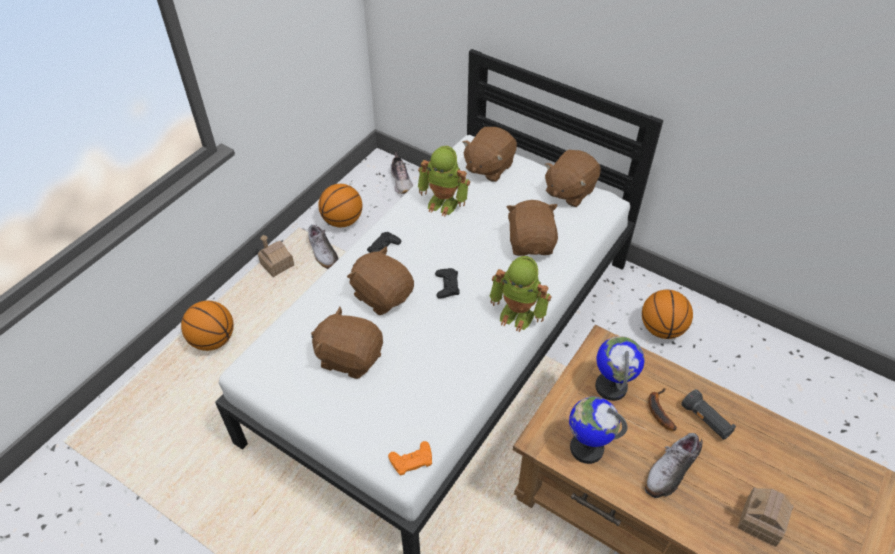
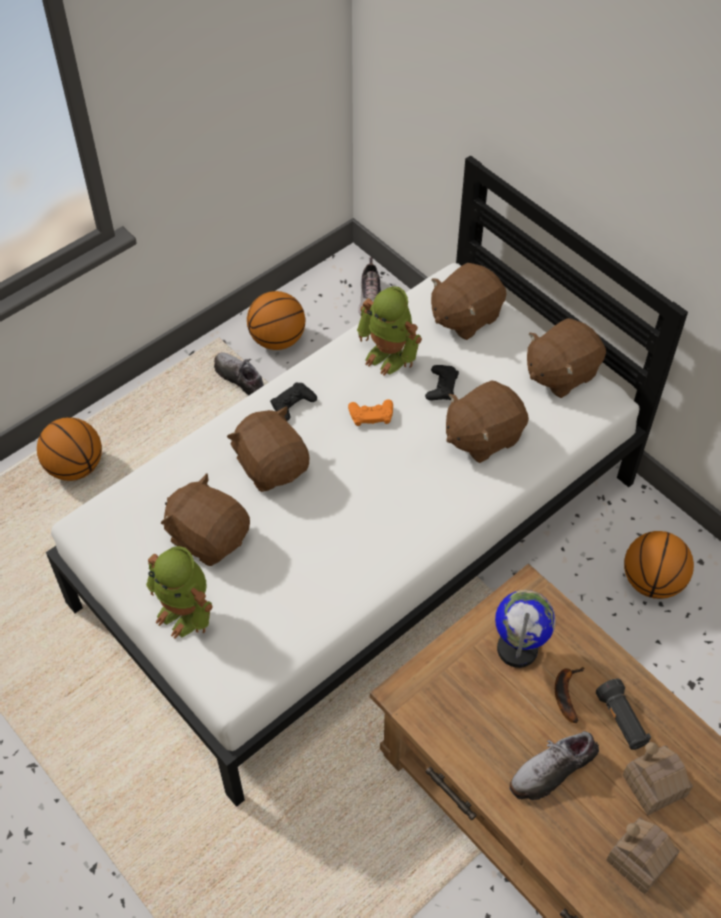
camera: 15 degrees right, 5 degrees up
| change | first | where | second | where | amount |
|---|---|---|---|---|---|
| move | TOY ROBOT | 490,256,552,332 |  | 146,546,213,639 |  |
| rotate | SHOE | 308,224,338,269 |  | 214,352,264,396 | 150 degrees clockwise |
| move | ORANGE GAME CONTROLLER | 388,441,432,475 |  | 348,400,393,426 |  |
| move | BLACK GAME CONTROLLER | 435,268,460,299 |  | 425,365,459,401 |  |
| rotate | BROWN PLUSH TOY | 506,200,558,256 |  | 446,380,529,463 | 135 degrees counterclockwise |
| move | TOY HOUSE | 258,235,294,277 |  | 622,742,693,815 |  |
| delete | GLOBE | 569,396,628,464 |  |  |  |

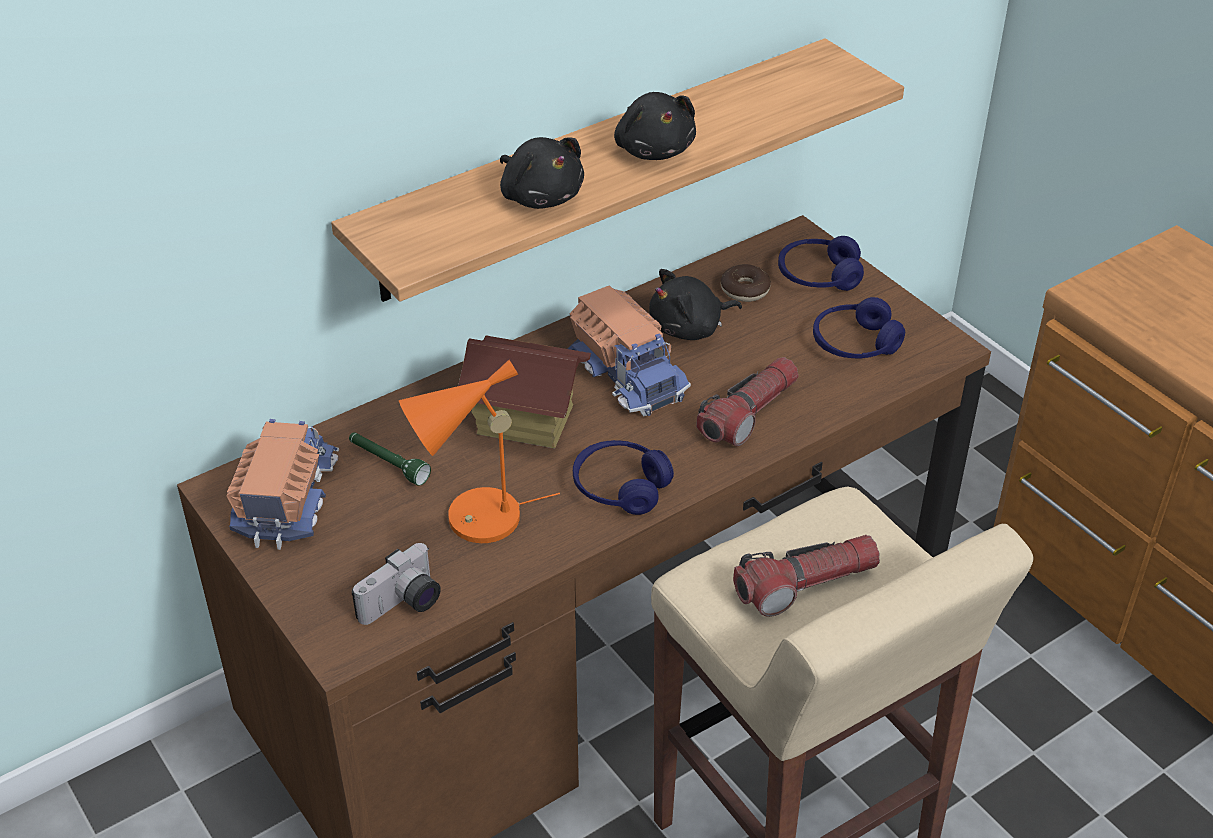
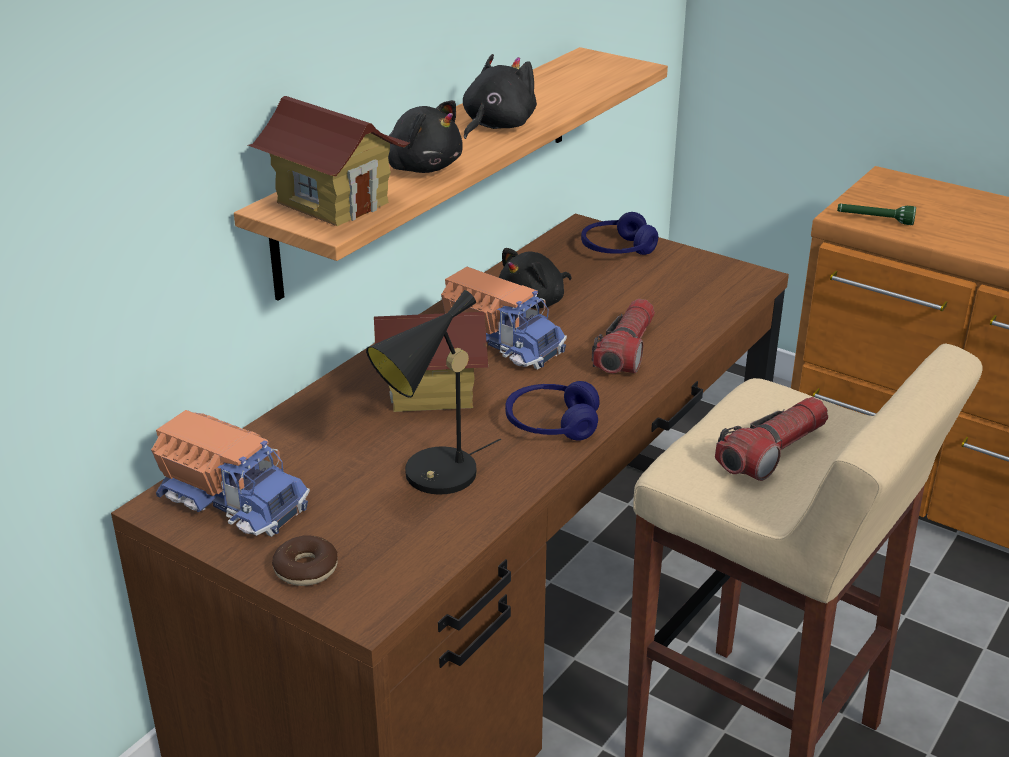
camera: 20 degrees left, 10 degrees down
| change | first | where | second | where | amount |
|---|---|---|---|---|---|
| rotate | TOY TRUCK | 227,419,339,550 |  | 151,410,310,537 | 135 degrees clockwise |
| insert |  |  | TOY HOUSE | 248,96,409,226 |  |
| move | DONUT | 721,264,771,302 |  | 272,535,338,586 |  |
| recolor | ORANGE TABLE LAMP | 399,360,560,543 | BLACK TABLE LAMP | 366,290,501,495 |  |
| rotate | BLACK PLUSH TOY | 614,92,696,160 |  | 463,54,537,139 | 105 degrees counterclockwise |
| move | GREEN FLASHLIGHT | 349,432,431,486 |  | 837,204,916,225 |  |
| delete | PHOTO CAMERA | 352,543,441,625 |  |  |  |
| delete | BLUE HEADPHONES | 813,297,905,358 |  |  |  |

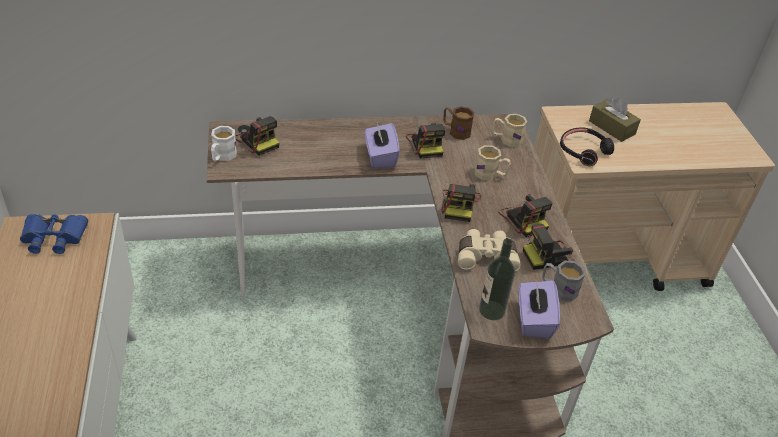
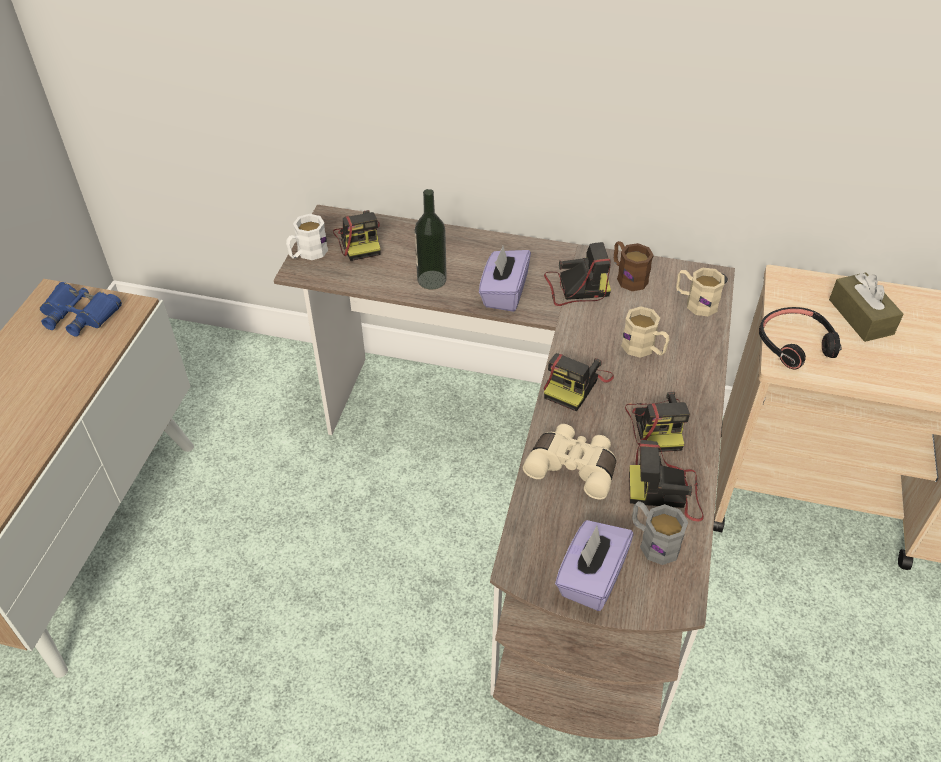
camera: 25 degrees right, 5 degrees up
| change | first | where | second | where | amount |
|---|---|---|---|---|---|
| move | BOTTLE | 479,238,515,320 |  | 414,189,447,290 |  |
| rotate | PHOTO CAMERA | 406,123,445,159 |  | 544,242,611,306 | 105 degrees counterclockwise |

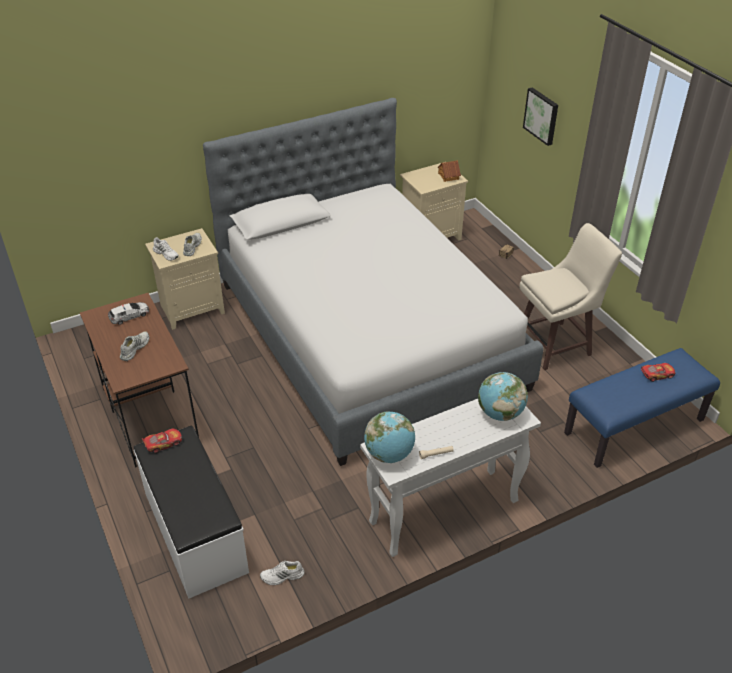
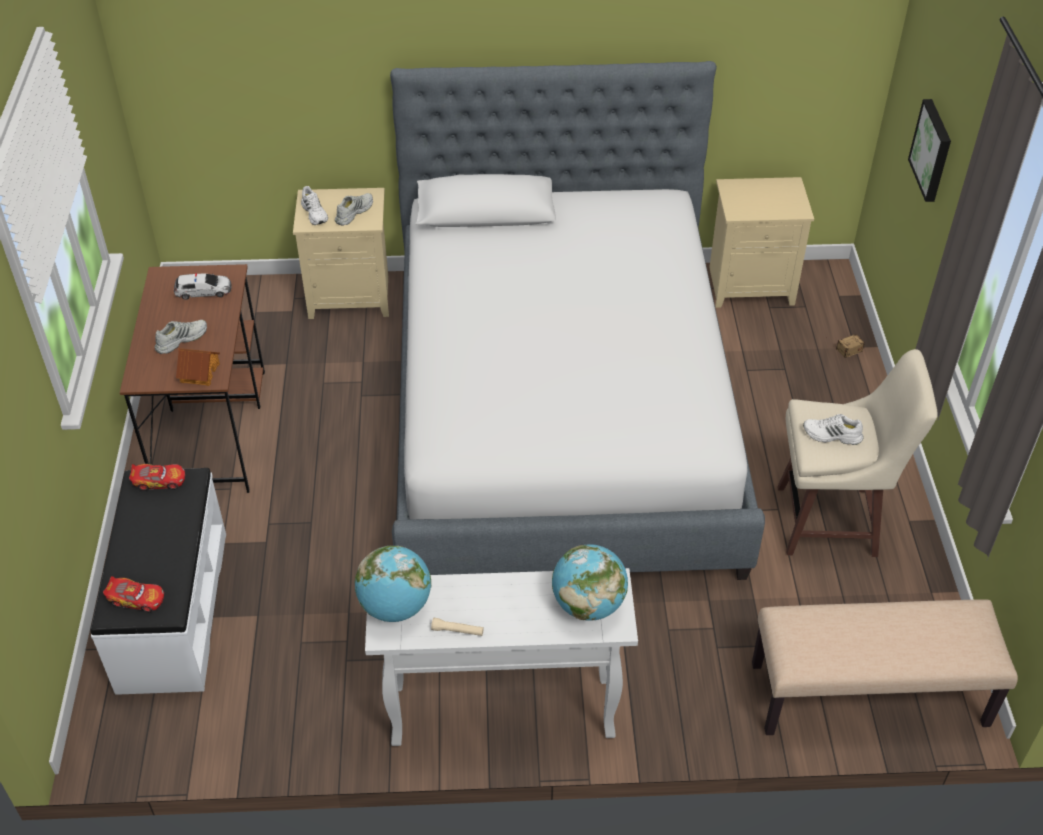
camera: 25 degrees right, 5 degrees up
| change | first | where | second | where | amount |
|---|---|---|---|---|---|
| move | TOY CAR | 641,363,676,382 |  | 103,576,164,612 |  |
| move | TOY HOUSE | 438,160,461,182 |  | 176,348,220,386 |  |
| recolor | BLUE BENCH | 564,348,720,468 | BEIGE BENCH | 752,599,1018,735 |  |
| move | WHITE SHOE | 260,561,305,585 |  | 803,414,864,445 |  |

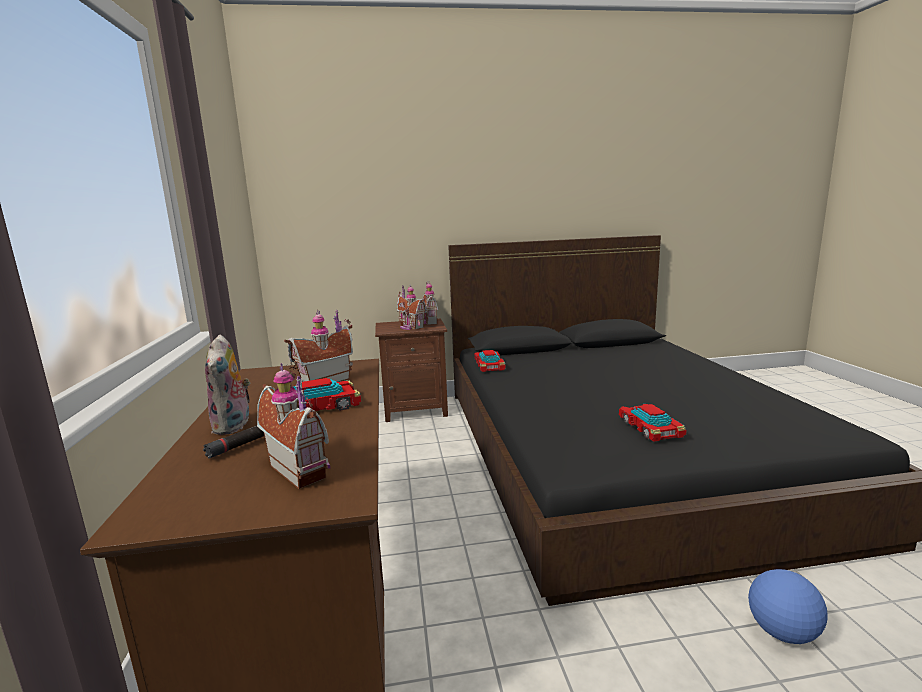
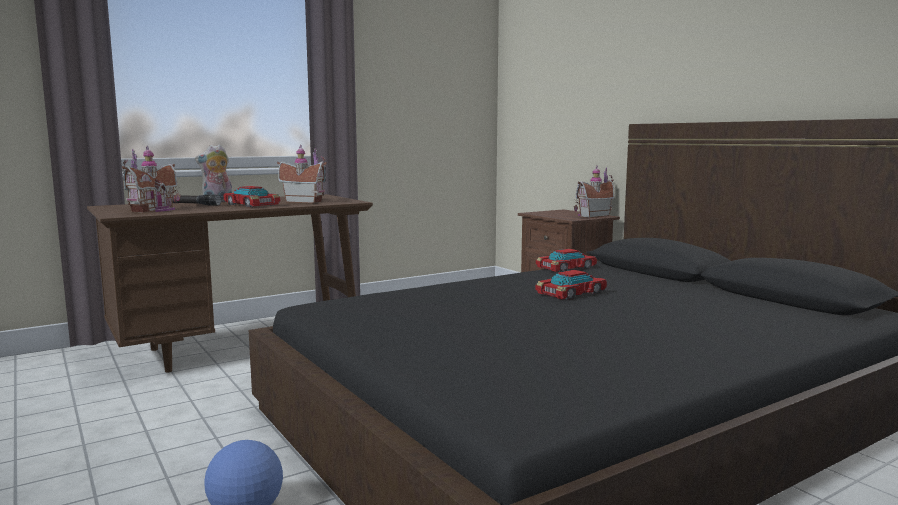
camera: 65 degrees right, 5 degrees down
| change | first | where | second | where | amount |
|---|---|---|---|---|---|
| move | TOY CAR | 619,404,687,442 |  | 535,270,607,300 |  |
| delete | TOY HOUSE | 397,284,427,330 |  |  |  |

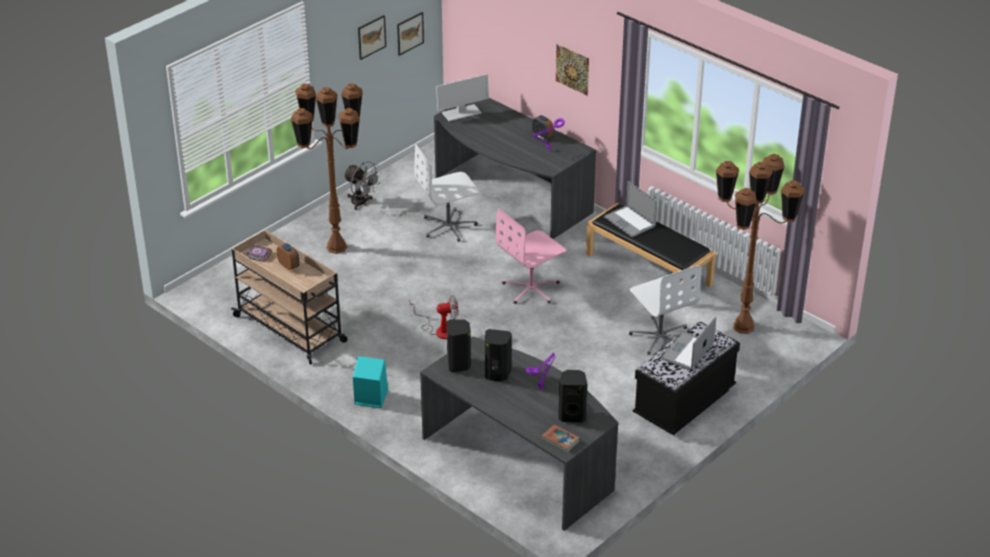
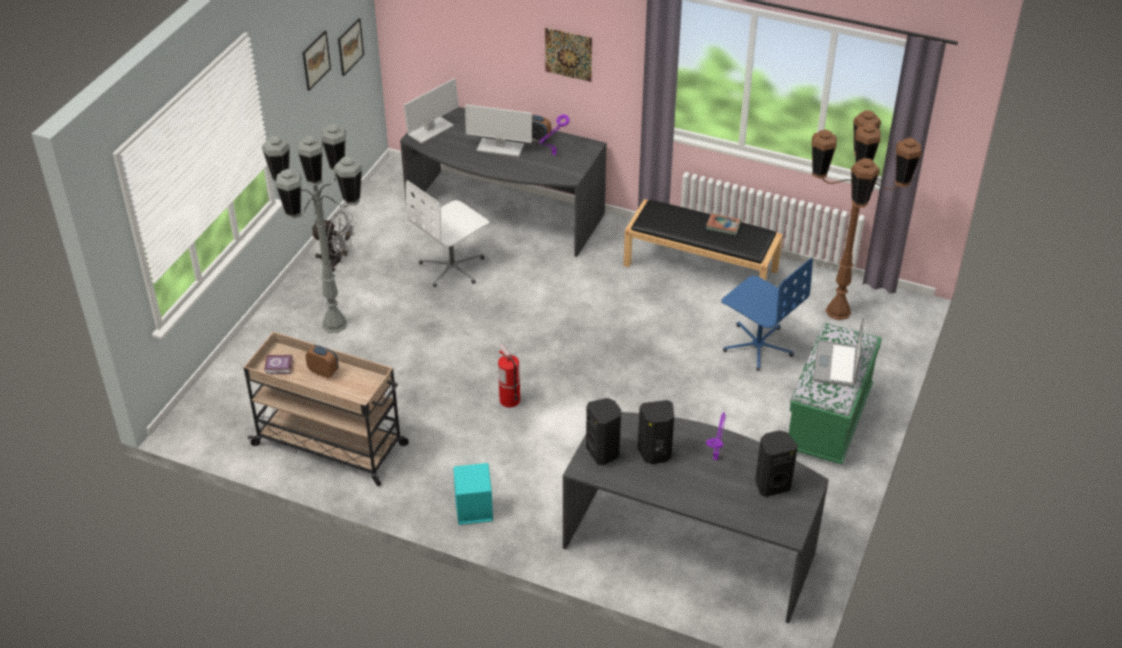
camera: 20 degrees left, 5 degrees up
| change | first | where | second | where | amount |
|---|---|---|---|---|---|
| recolor | BROWN FLOOR LAMP | 291,83,363,254 | GREY FLOOR LAMP | 262,124,363,333 |  |
| insert |  |  | MONITOR | 465,104,532,157 |  |
| replace | FAN | 410,295,459,339 | FIRE EXTINGUISHER | 498,344,520,408 |  |
| move | BOOK | 542,424,580,453 |  | 706,213,741,235 |  |
| recolor | WHITE OFFICE CHAIR | 629,265,701,355 | BLUE OFFICE CHAIR | 721,258,813,371 |  |
| recolor | BLACK BENCH | 633,322,740,435 | GREEN BENCH | 789,323,882,464 |  |
| delete | PINK OFFICE CHAIR | 496,209,566,304 |  |  |  |
| delete | LAPTOP | 604,181,657,237 |  |  |  |

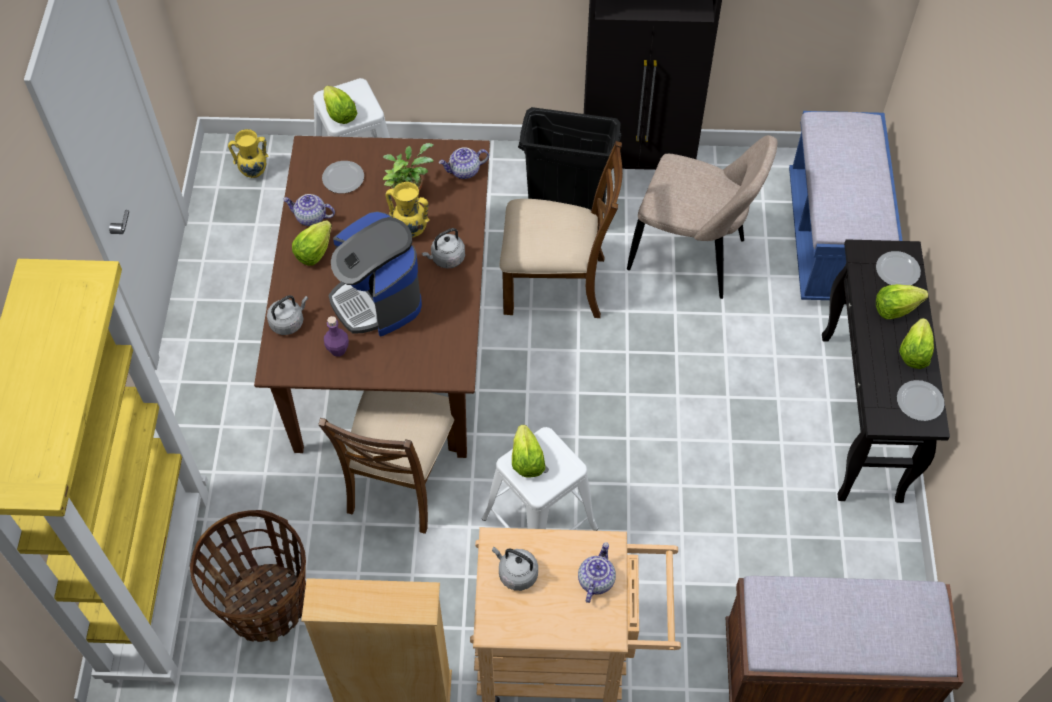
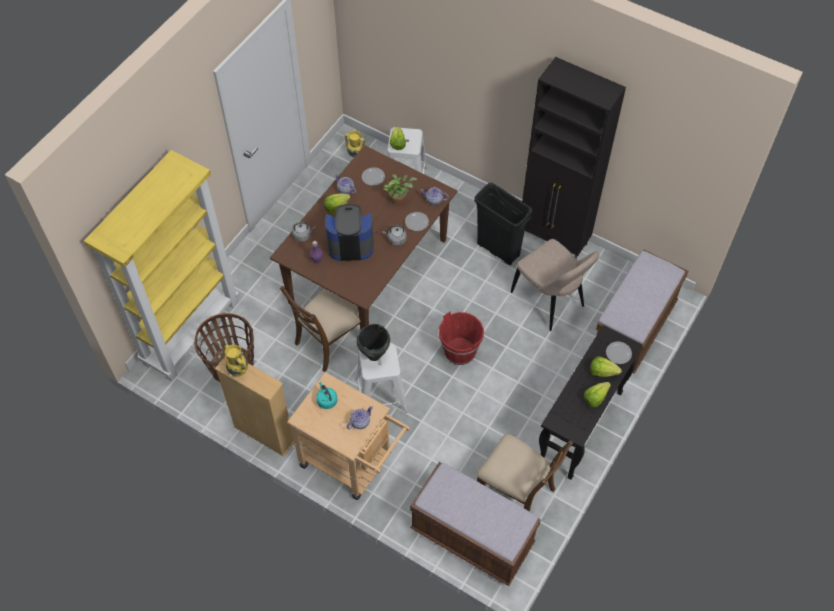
camera: 30 degrees right, 0 degrees up
| change | first | where | second | where | amount |
|---|---|---|---|---|---|
| move | YELLOW VASE | 385,182,430,238 |  | 224,344,248,376 |  |
| recolor | GREY KETTLE | 492,547,538,591 | TURQUOISE KETTLE | 316,382,337,409 |  |
| rotate | COFFEE MACHINE | 328,211,422,337 |  | 325,204,374,261 | 90 degrees clockwise |
| replace | LETTUCE | 512,425,545,477 | BLACK COOKING POT | 357,324,390,361 |  |
| move | PLATE | 897,380,944,421 |  | 405,212,429,231 |  |
| insert |  |  | RED BUCKET | 439,311,484,365 |  |
| move | BROWN CHAIR | 500,141,623,318 |  | 477,434,573,512 |  |
| recolor | BLUE BENCH | 789,111,903,300 | BROWN BENCH | 596,250,688,374 |  |

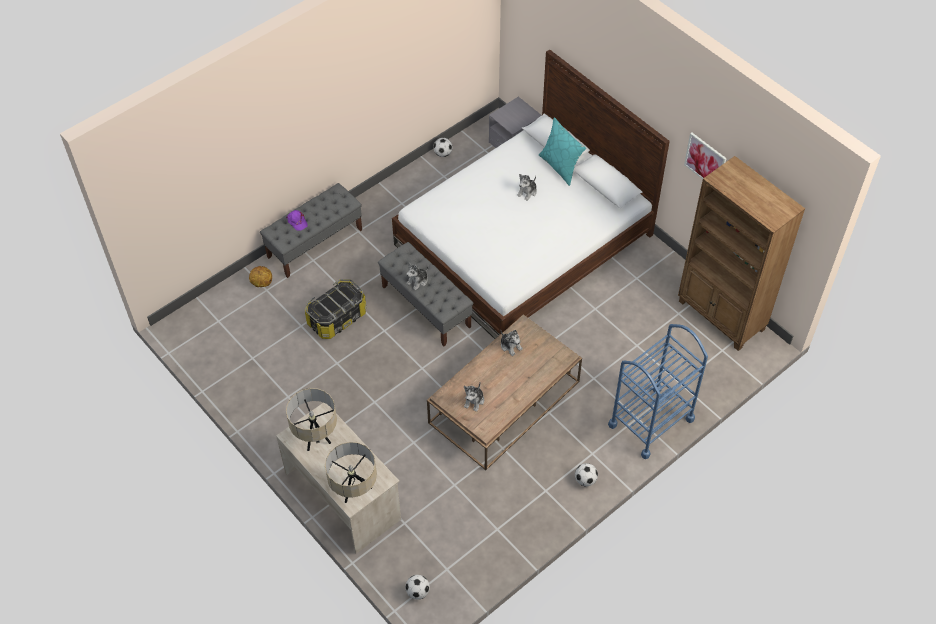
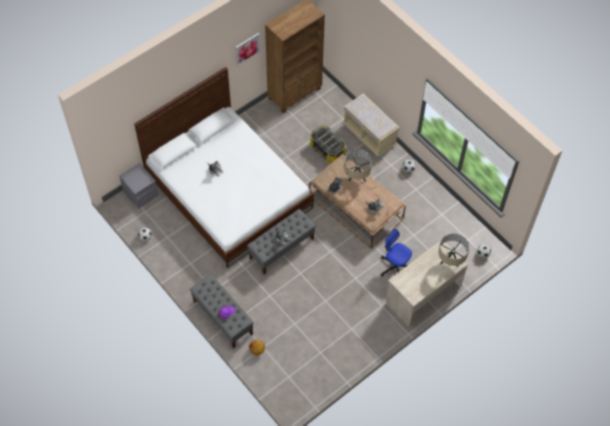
camera: 90 degrees left, 5 degrees up
| change | first | where | second | where | amount |
|---|---|---|---|---|---|
| move | STORAGE BOX | 305,279,366,339 |  | 310,126,346,164 |  |
| replace | BLUE CART | 608,324,708,459 | BEIGE BENCH | 343,94,399,157 |  |
| move | BEIGE TABLE LAMP | 286,388,337,451 |  | 344,149,372,182 |  |
| insert |  |  | OFFICE CHAIR | 381,228,412,277 |  |
| delete | TURQUOISE PILLOW | 539,117,586,186 |  |  |  |

